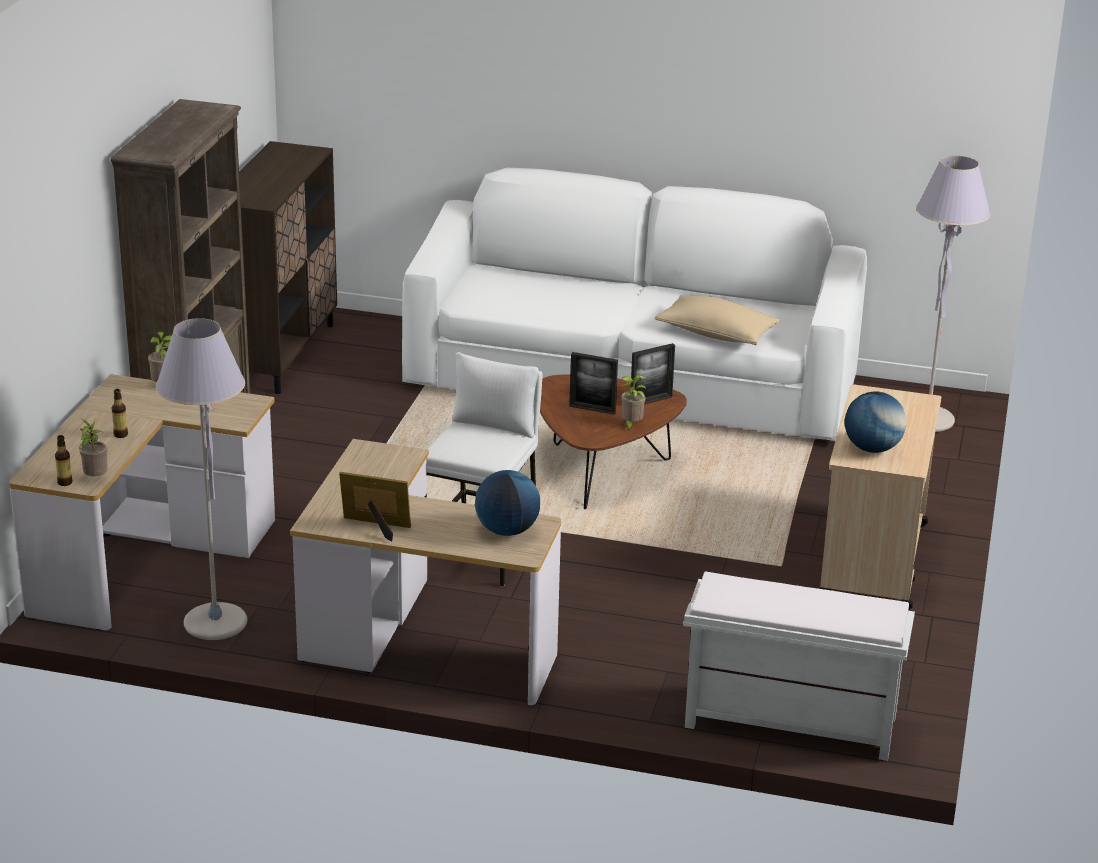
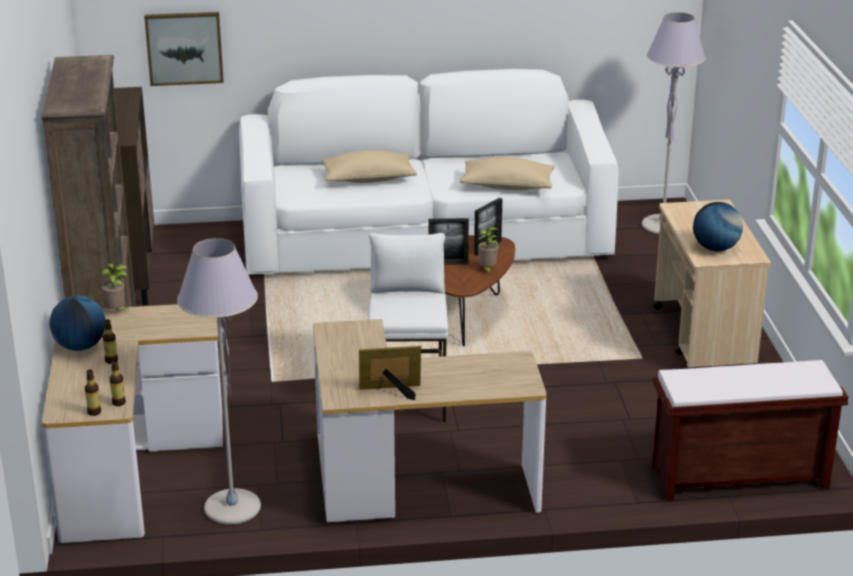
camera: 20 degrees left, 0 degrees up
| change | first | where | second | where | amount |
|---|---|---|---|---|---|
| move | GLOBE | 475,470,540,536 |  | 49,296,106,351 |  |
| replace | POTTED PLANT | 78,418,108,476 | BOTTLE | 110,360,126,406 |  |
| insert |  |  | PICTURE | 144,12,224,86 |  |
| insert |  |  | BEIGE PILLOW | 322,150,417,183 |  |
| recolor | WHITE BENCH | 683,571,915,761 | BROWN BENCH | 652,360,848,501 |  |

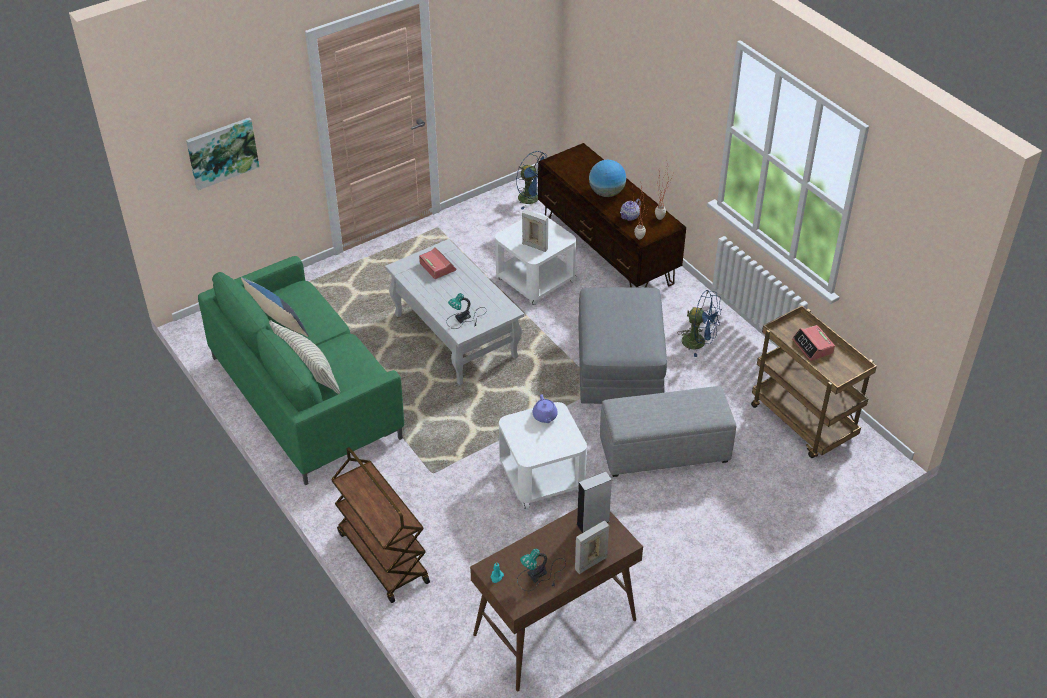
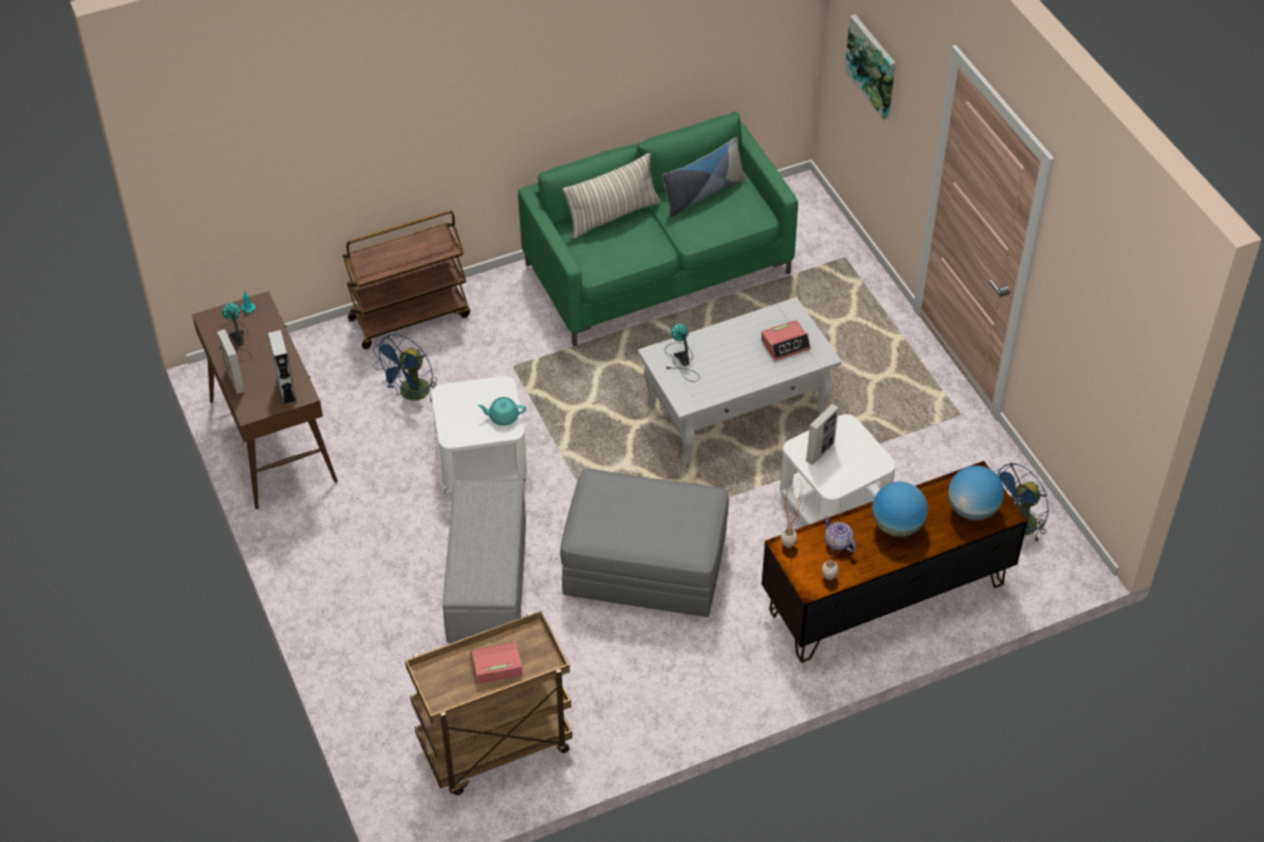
camera: 100 degrees right, 5 degrees up
| change | first | where | second | where | amount |
|---|---|---|---|---|---|
| move | BLUE FAN | 677,290,722,357 |  | 373,334,437,403 |  |
| recolor | PURPLE TEAPOT | 532,394,558,423 | TURQUOISE TEAPOT | 477,397,526,426 |  |
| insert |  |  | GLOBE | 948,465,1004,521 |  |

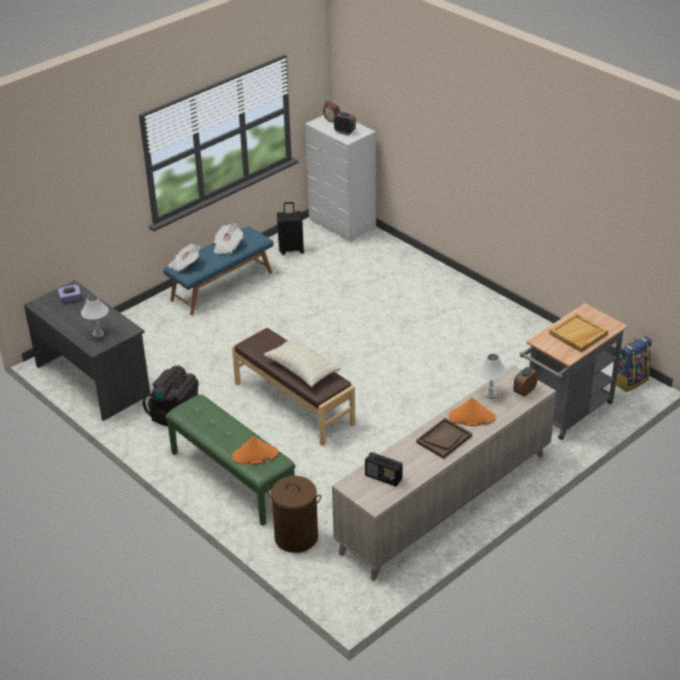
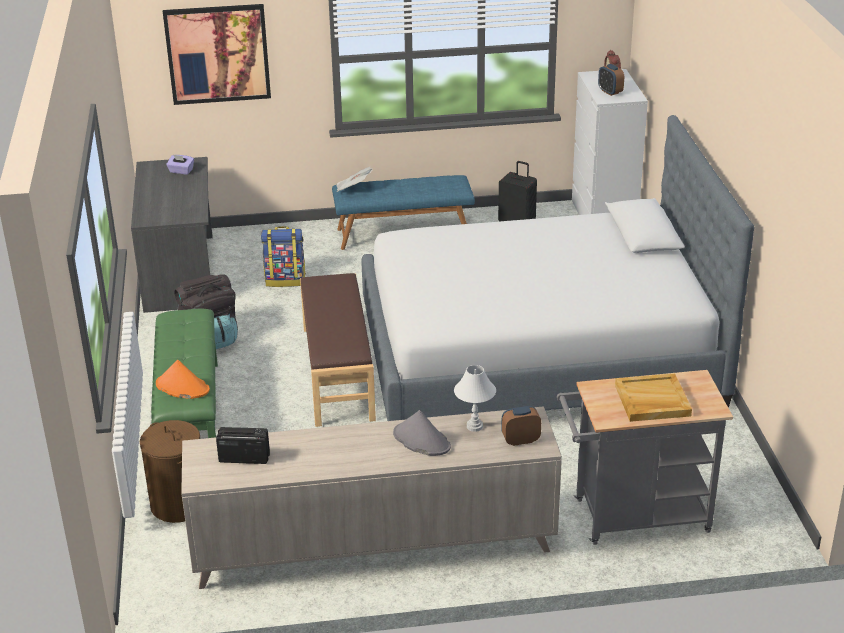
camera: 35 degrees right, 5 degrees down
| change | first | where | second | where | amount |
|---|---|---|---|---|---|
| insert |  |  | PICTURE | 163,4,271,105 |  |
| rotate | RADIO | 365,452,403,487 |  | 216,427,270,464 | 120 degrees clockwise |
| move | BACKPACK | 616,336,652,392 |  | 261,226,306,287 |  |
| insert |  |  | BED | 361,115,754,421 |  |
| recolor | ORANGE HAT | 448,398,496,426 | GREY HAT | 393,410,451,456 |  |
| delete | WHITE TABLE LAMP | 81,295,108,338 |  |  |  |
| delete | NEWSPAPER | 214,223,243,254 |  |  |  |
| delete | PILLOW | 264,337,341,387 |  |  |  |
| delete | BROWN TRAY | 416,418,472,459 |  |  |  |

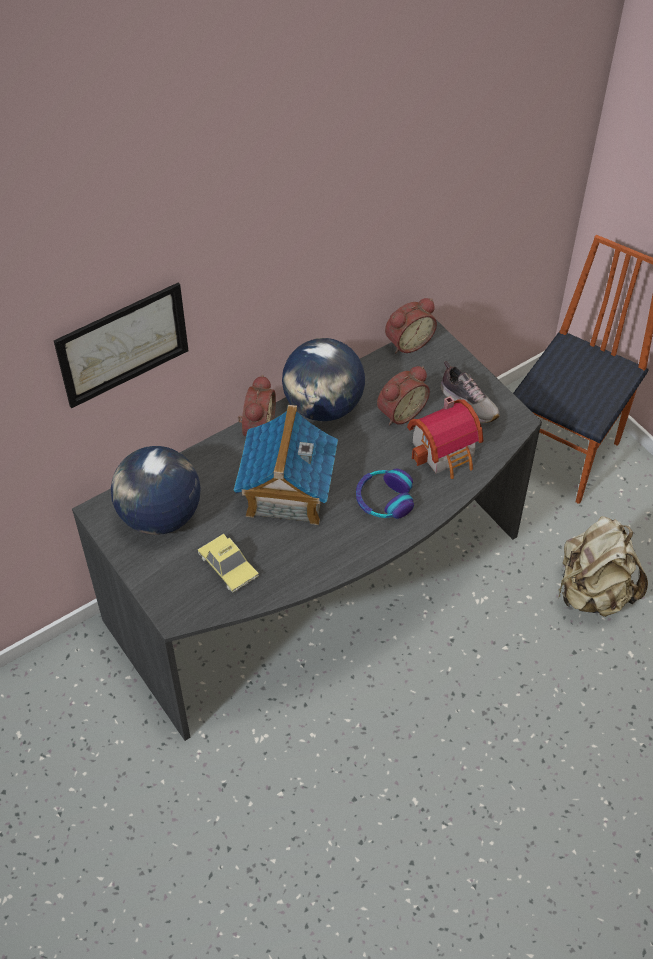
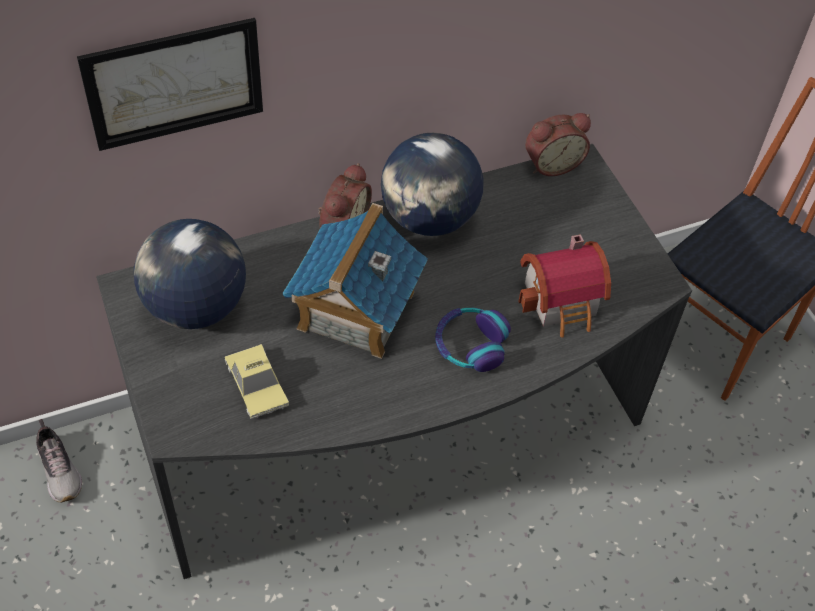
camera: 10 degrees right, 0 degrees up
| change | first | where | second | where | amount |
|---|---|---|---|---|---|
| move | SHOE | 440,361,499,423 |  | 36,419,82,503 |  |
| delete | ALARM CLOCK | 377,366,430,425 |  |  |  |
| delete | BEIGE BACKPACK | 558,516,648,617 |  |  |  |

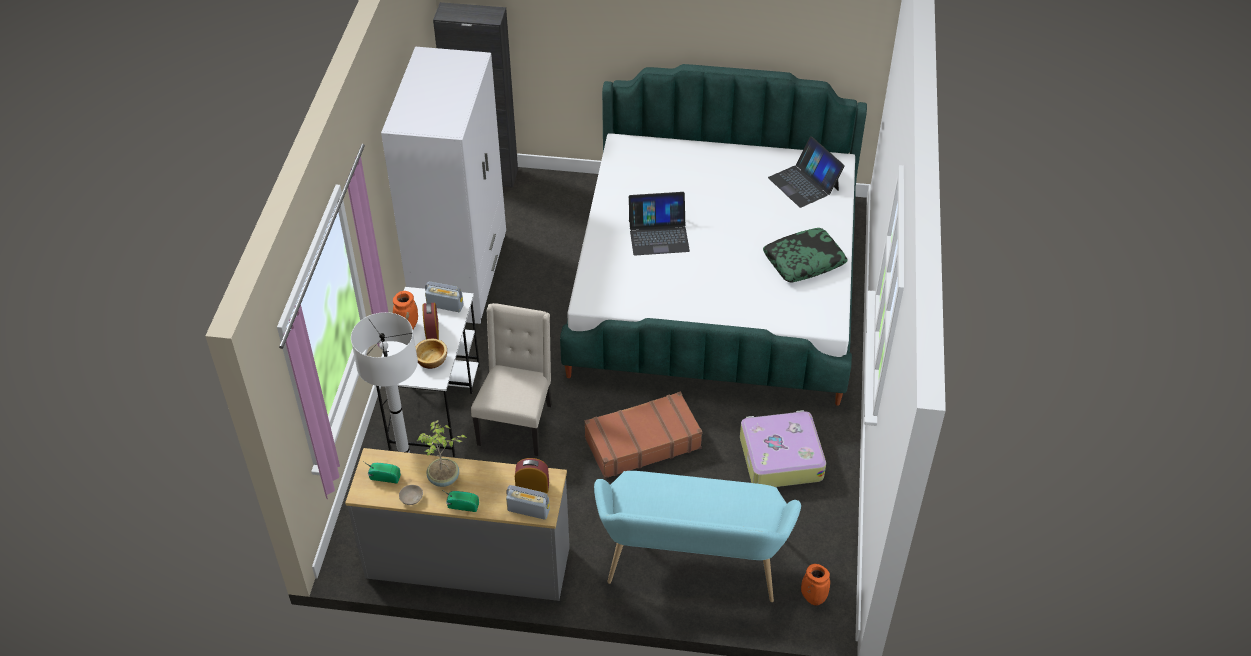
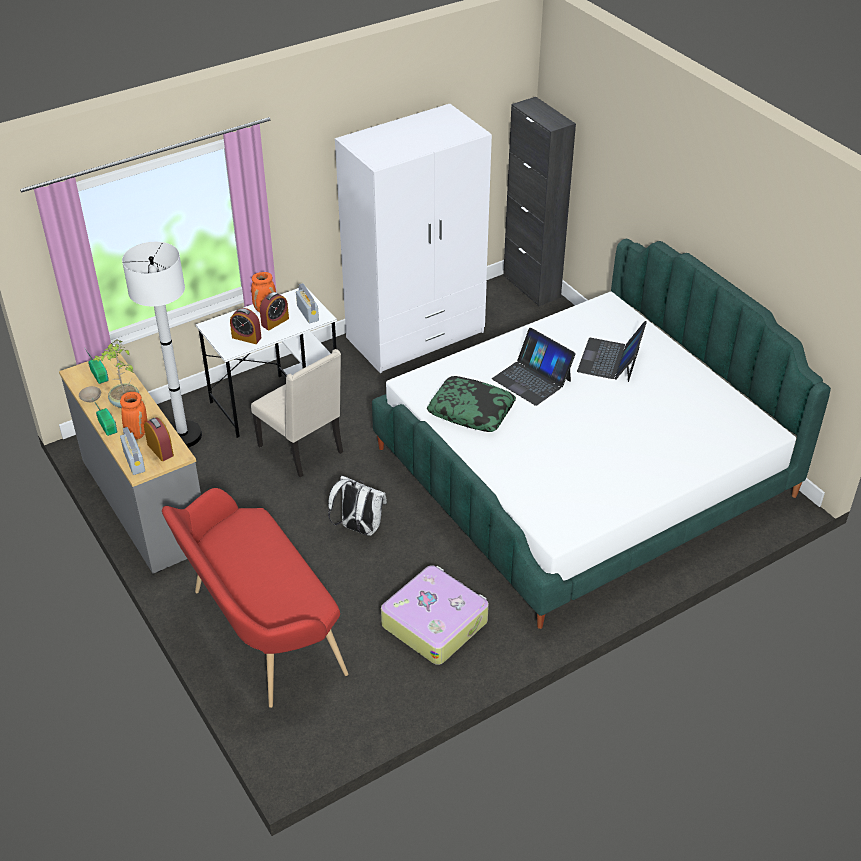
camera: 50 degrees right, 5 degrees down
| change | first | where | second | where | amount |
|---|---|---|---|---|---|
| move | ORANGE VASE | 801,564,830,605 |  | 120,392,147,439 |  |
| recolor | TURQUOISE BENCH | 594,471,801,602 | RED BENCH | 162,488,348,708 |  |
| replace | BOWL | 416,339,447,369 | ALARM CLOCK | 230,308,261,344 |  |
| rotate | BEIGE CHAIR | 471,303,552,456 |  | 251,349,343,478 | 75 degrees clockwise |
| replace | BROWN SUITCASE | 584,392,702,479 | WHITE BACKPACK | 328,476,387,536 |  |
| move | PILLOW | 763,228,848,282 |  | 427,376,516,432 |  |
| move | LAPTOP | 768,136,845,208 |  | 577,321,647,382 |  |

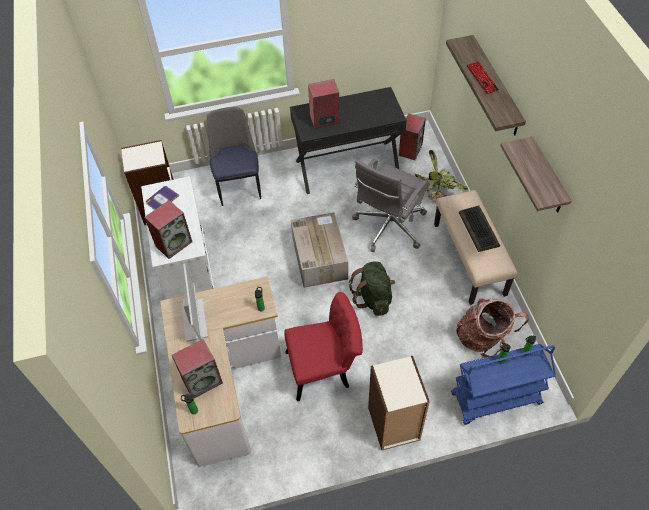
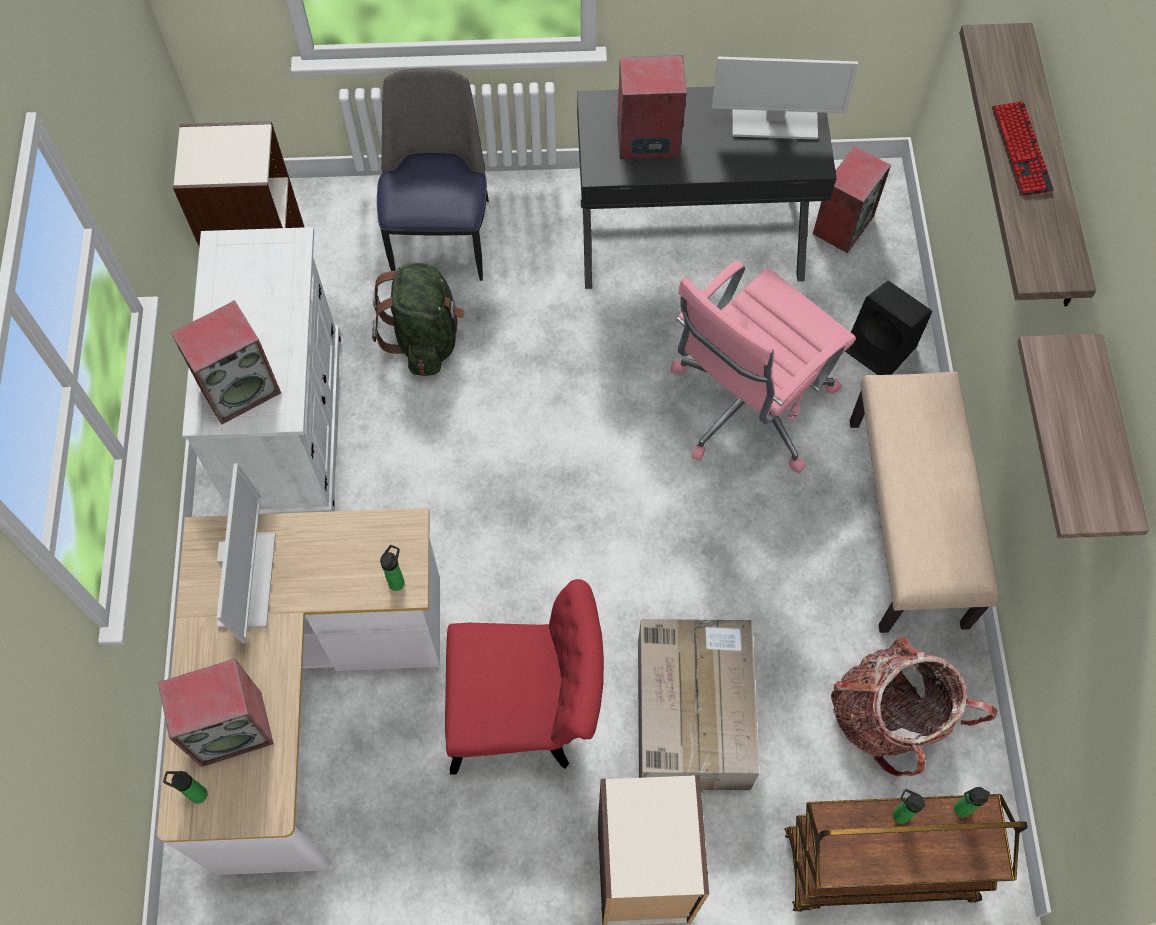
camera: 10 degrees right, 10 degrees up
| change | first | where | second | where | amount |
|---|---|---|---|---|---|
| move | GREEN BACKPACK | 349,262,395,316 |  | 372,263,465,376 |  |
| move | CARDBOARD BOX | 291,212,348,288 |  | 638,619,759,790 |  |
| recolor | GREY OFFICE CHAIR | 352,159,430,252 | PINK OFFICE CHAIR | 671,260,856,474 |  |
| insert |  |  | MONITOR | 712,57,858,140 |  |
| recolor | BLUE CART | 451,344,556,425 | BROWN CART | 784,794,1028,912 |  |
| replace | POTTED PLANT | 415,150,468,202 | BLACK SPEAKER | 845,281,932,375 |  |
| delete | BOOK | 146,186,179,210 |  |  |  |
| delete | KEYBOARD | 459,206,500,252 |  |  |  |

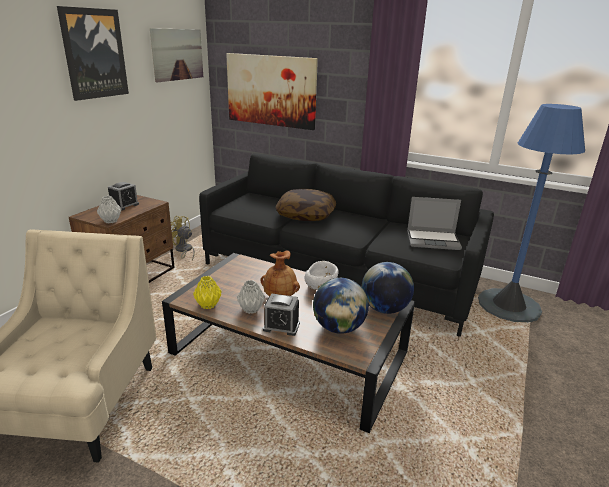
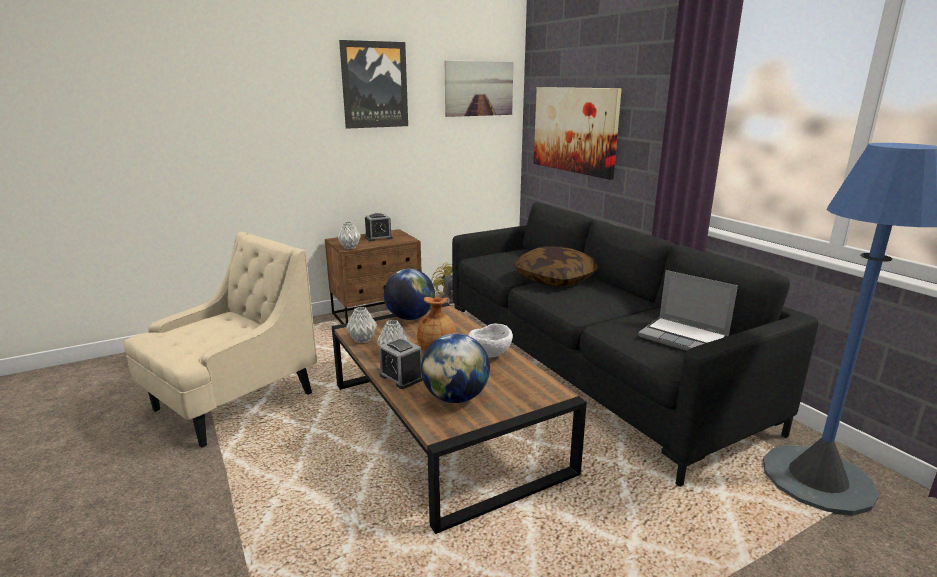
camera: 35 degrees right, 5 degrees down
| change | first | where | second | where | amount |
|---|---|---|---|---|---|
| recolor | YELLOW VASE | 193,276,222,309 | GREY VASE | 346,307,377,343 |  |
| move | GLOBE | 362,262,414,314 |  | 384,269,435,320 |  |

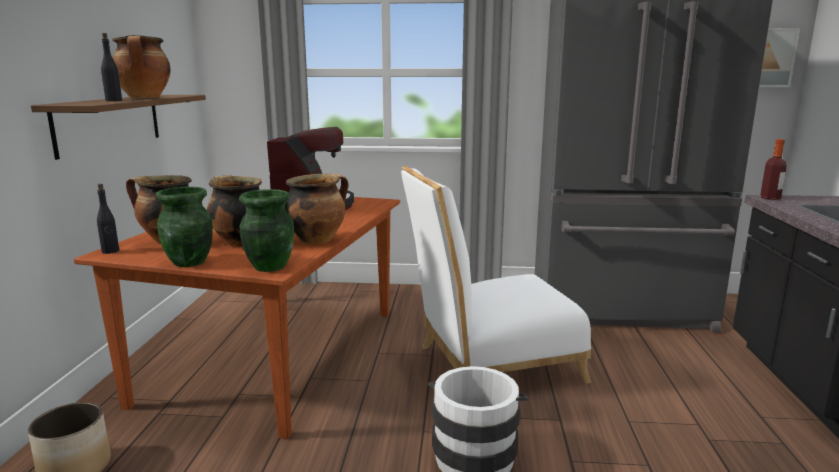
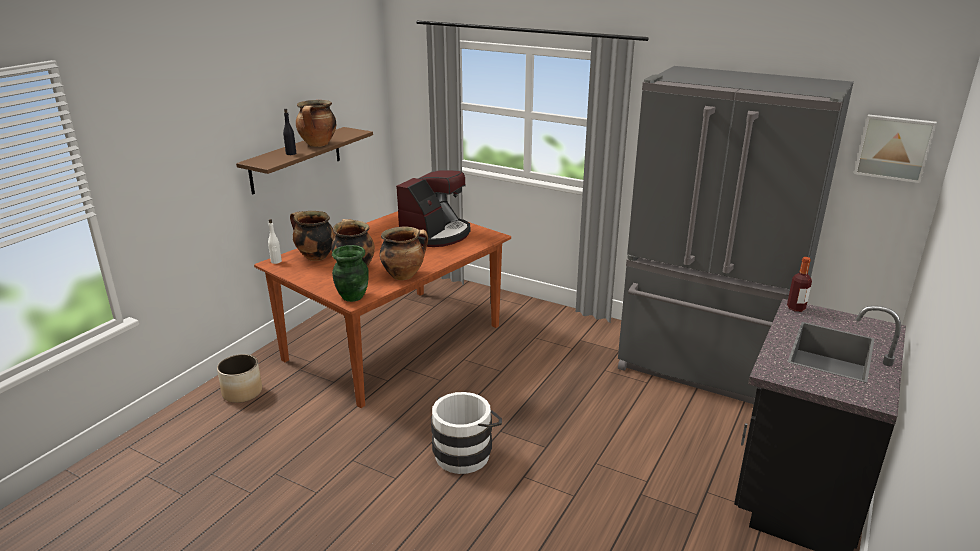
camera: 25 degrees right, 10 degrees up
| change | first | where | second | where | amount |
|---|---|---|---|---|---|
| recolor | BLACK BOTTLE | 97,184,119,254 | WHITE BOTTLE | 268,219,282,264 |  |
| delete | GREEN VASE | 156,187,213,267 |  |  |  |
| delete | WHITE CHAIR | 401,166,592,384 |  |  |  |

